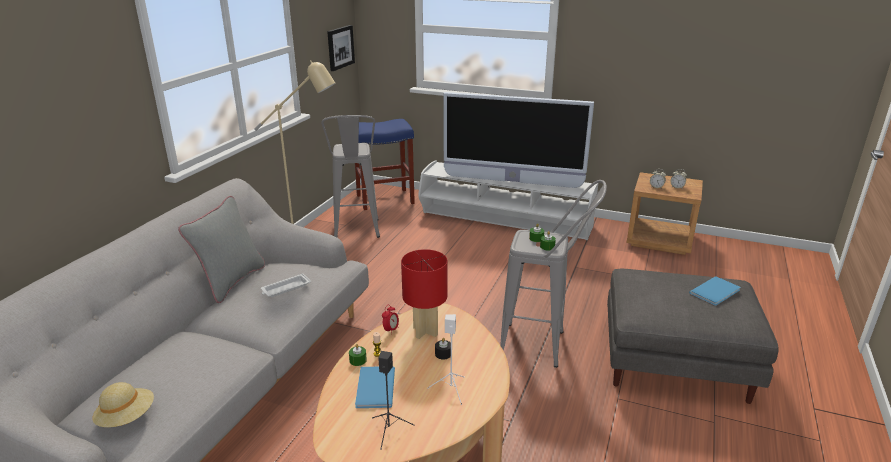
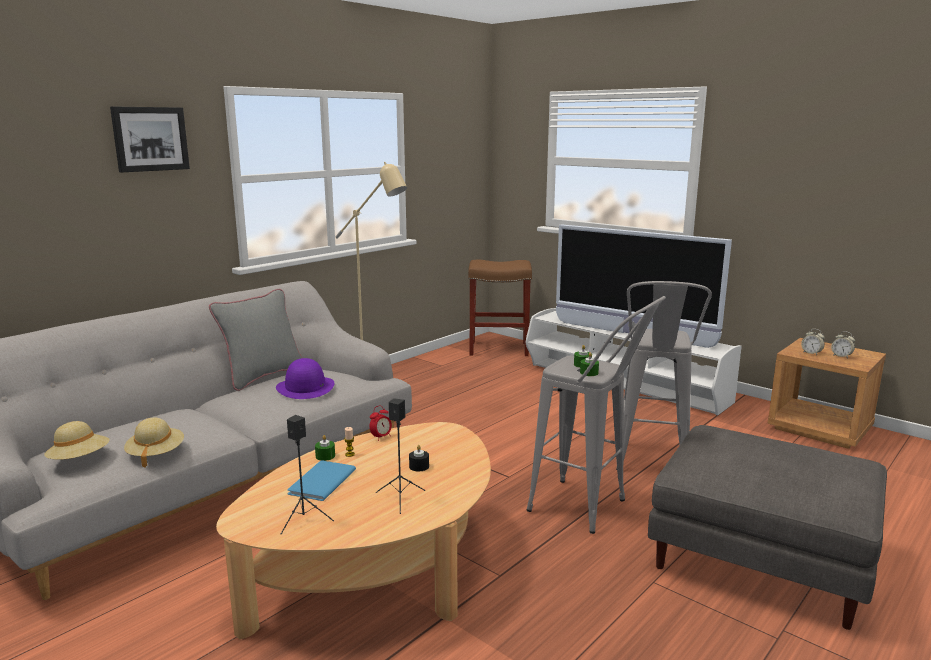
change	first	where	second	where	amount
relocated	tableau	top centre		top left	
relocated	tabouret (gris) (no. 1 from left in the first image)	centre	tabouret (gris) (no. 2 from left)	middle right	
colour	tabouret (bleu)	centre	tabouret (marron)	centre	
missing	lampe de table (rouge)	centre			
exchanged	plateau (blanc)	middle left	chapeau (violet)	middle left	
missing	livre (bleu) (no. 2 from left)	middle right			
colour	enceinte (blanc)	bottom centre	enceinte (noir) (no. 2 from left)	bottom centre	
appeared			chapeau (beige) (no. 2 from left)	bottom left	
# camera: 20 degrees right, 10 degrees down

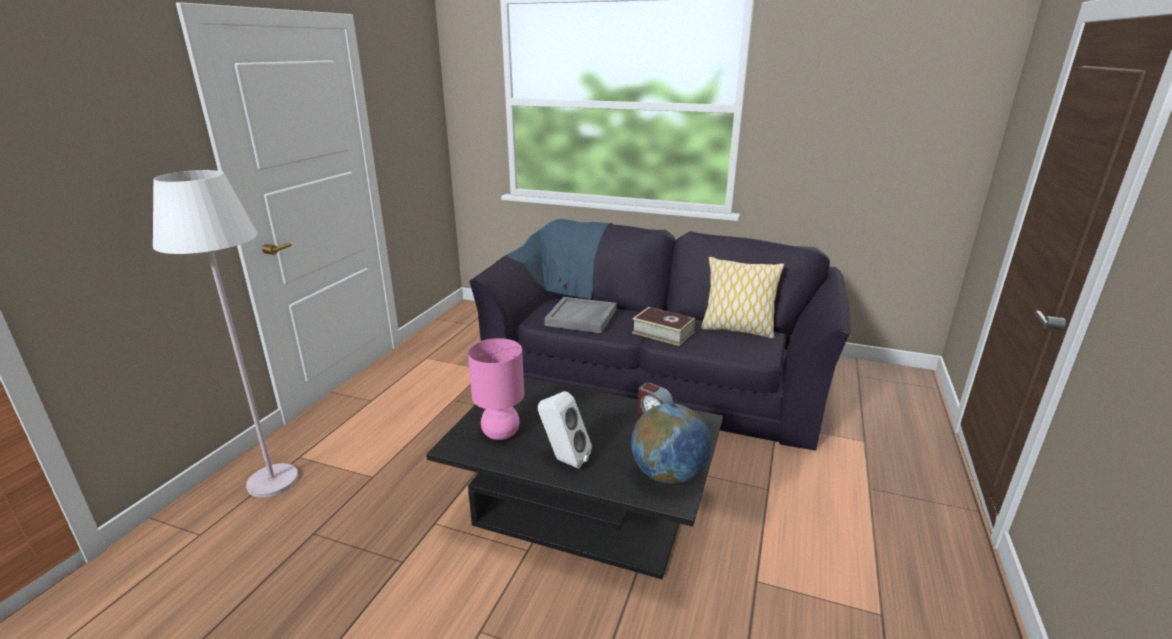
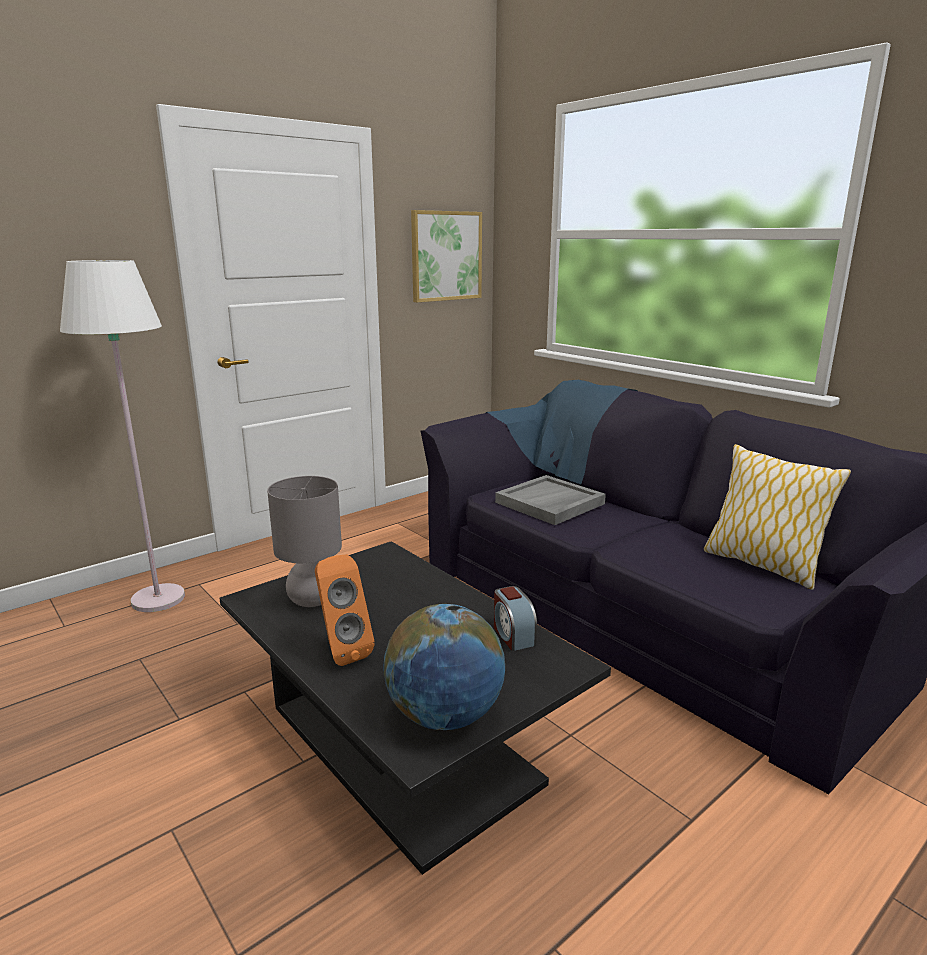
change	first	where	second	where	amount
missing	livre	centre			
colour	lampe de table (rose)	centre	lampe de table (gris)	middle left	
colour	enceinte (blanc)	bottom centre	enceinte (orange)	centre	
appeared			tableau	top centre	
# camera: 30 degrees right, 5 degrees down

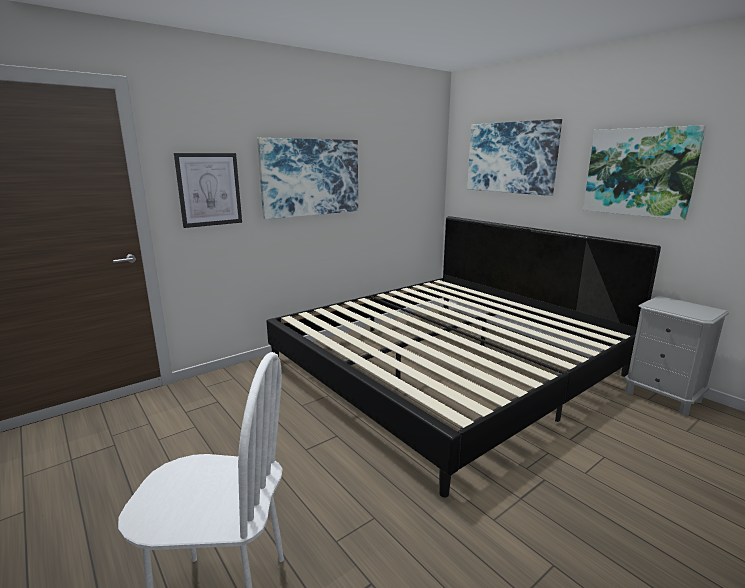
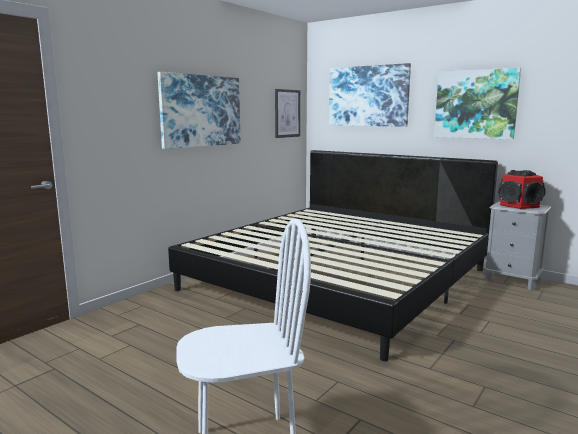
change	first	where	second	where	amount
relocated	tableau (no. 1 from left in the first image)	top left	tableau (no. 2 from left)	top centre	
appeared			enceinte	middle right	
# camera: 15 degrees left, 5 degrees down

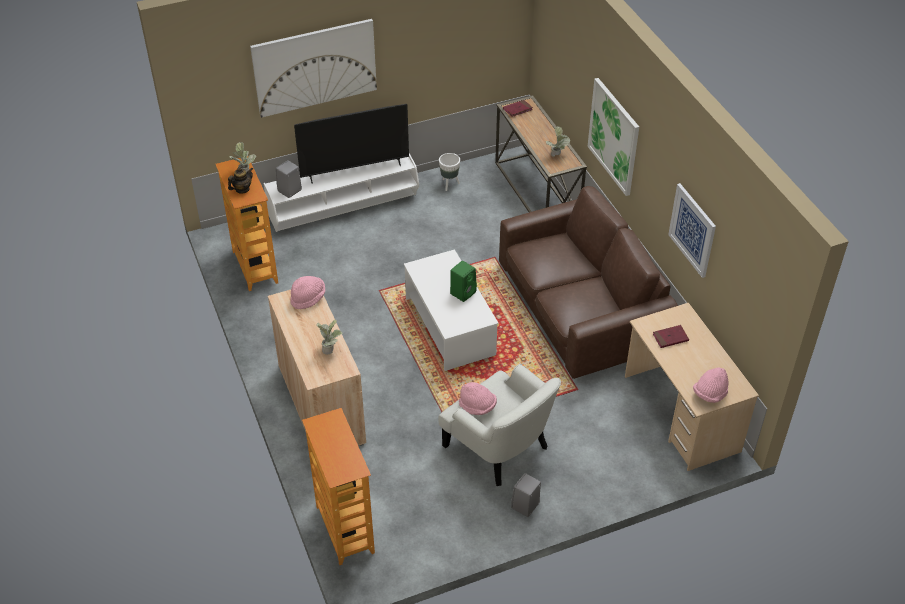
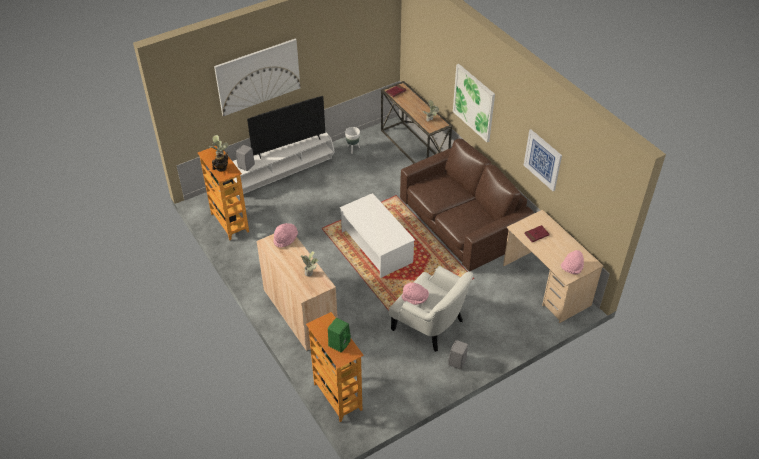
change	first	where	second	where	amount
relocated	enceinte (vert)	centre		bottom centre	
# camera: 10 degrees left, 0 degrees up

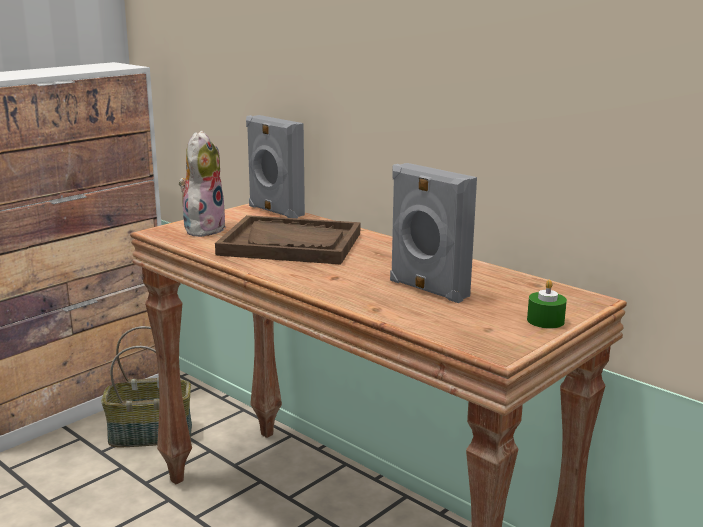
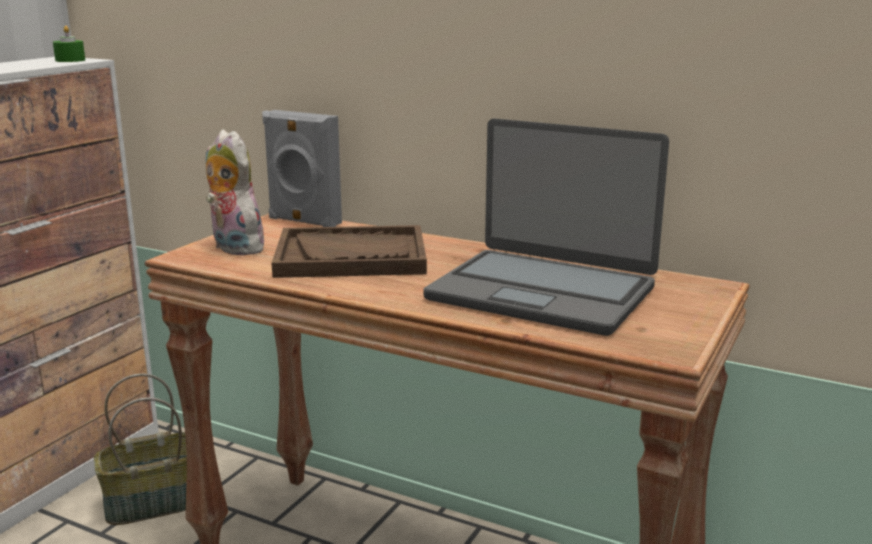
change	first	where	second	where	amount
spun	peluche	middle left		middle left	45 degrees counterclockwise
exchanged	enceinte (gris) (no. 2 from left)	centre	ordinateur portable	centre	
relocated	bougie (vert)	middle right		top left	
# camera: 15 degrees left, 0 degrees up

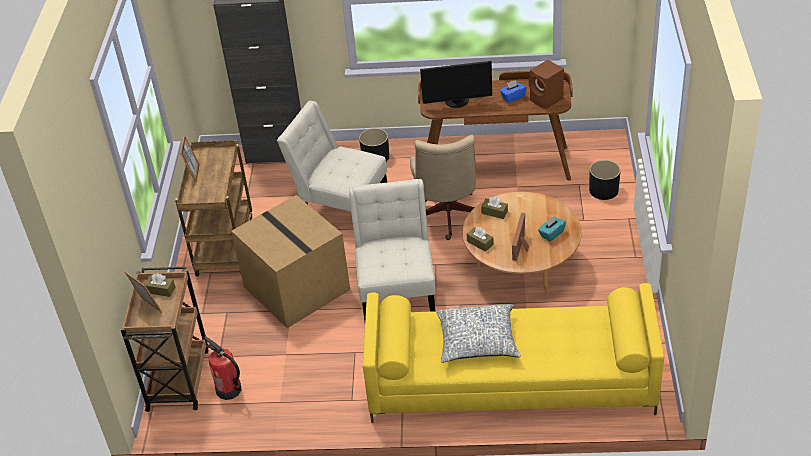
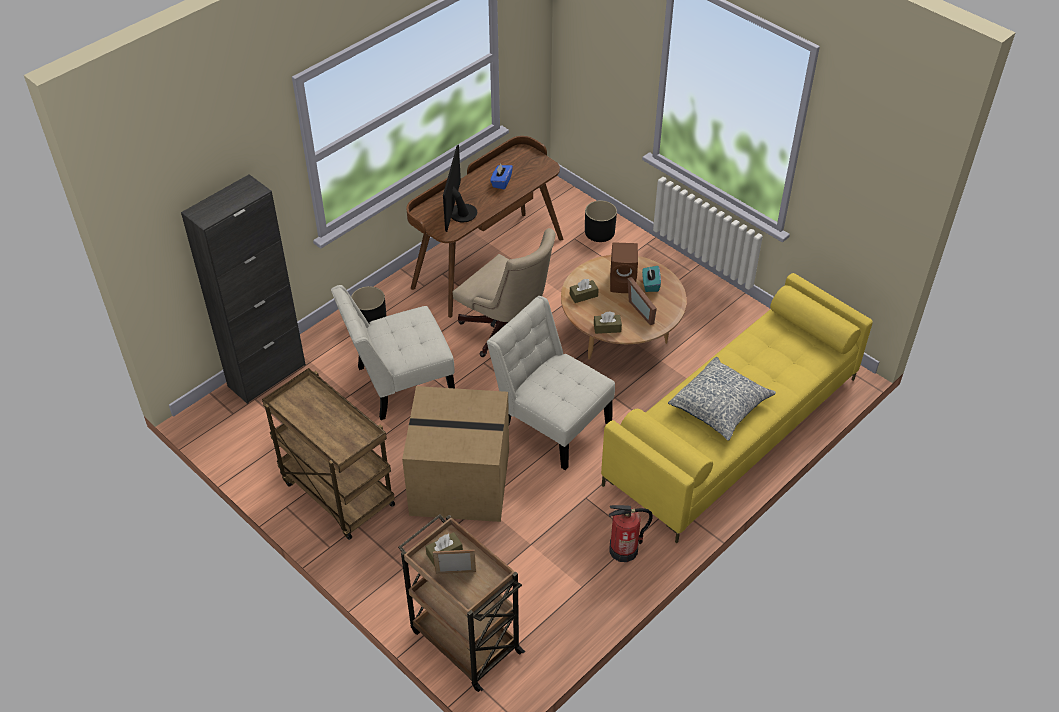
change	first	where	second	where	amount
relocated	enceinte (marron)	top right		centre	
spun	écran d'ordinateur	top centre		top centre	150 degrees clockwise
missing	cadre photo (no. 2 from left)	middle left			
relocated	extincteur	bottom left		bottom centre	
# camera: 50 degrees left, 5 degrees up

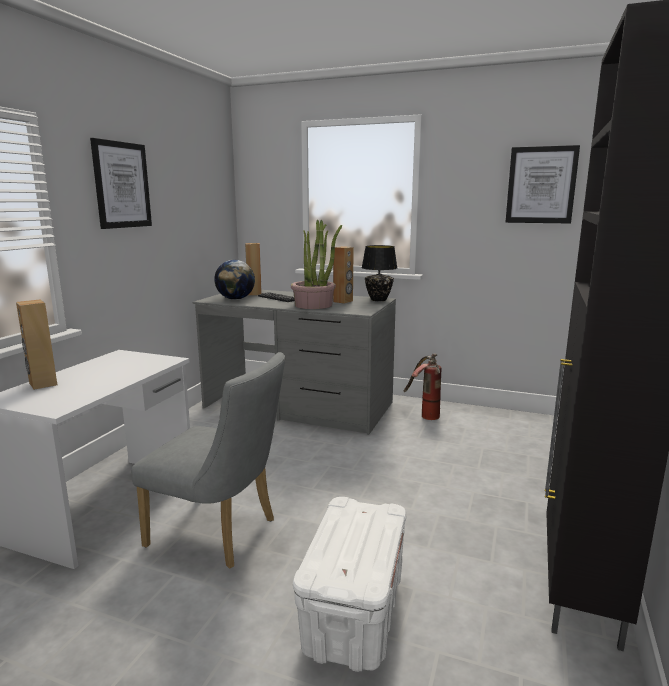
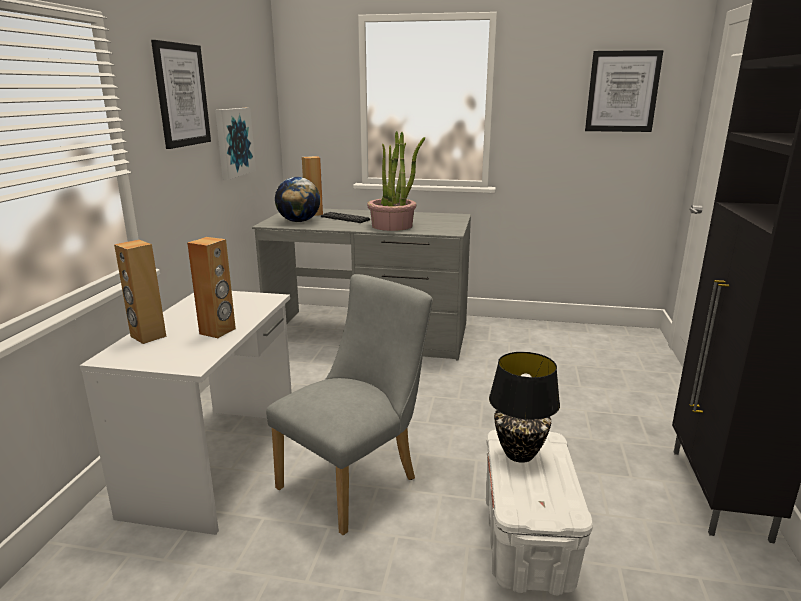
change	first	where	second	where	amount
relocated	lampe de table (noir)	centre		bottom centre	
relocated	enceinte (marron) (no. 3 from left in the first image)	centre	enceinte (marron) (no. 2 from left)	middle left	
spun	chaise (gris)	bottom left		bottom centre	60 degrees counterclockwise
missing	extincteur	centre			
appeared			tableau (no. 2 from left)	top left	
# camera: 10 degrees left, 5 degrees up

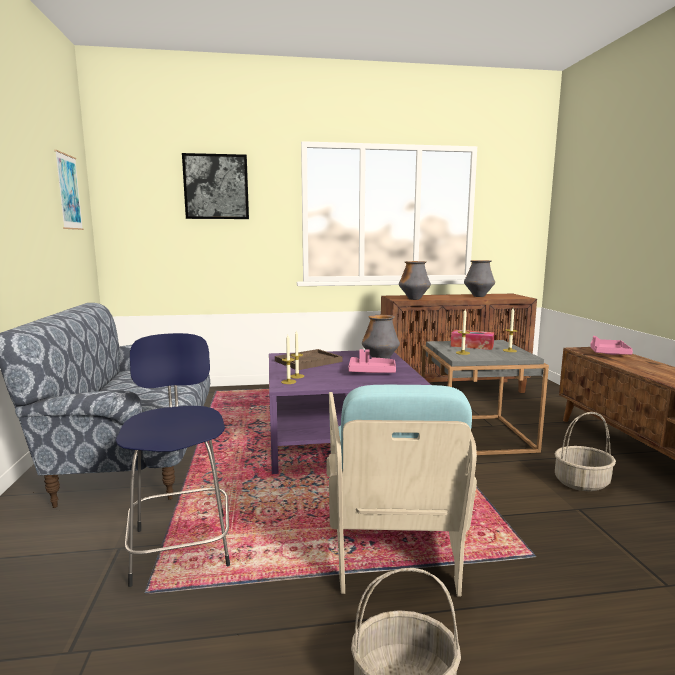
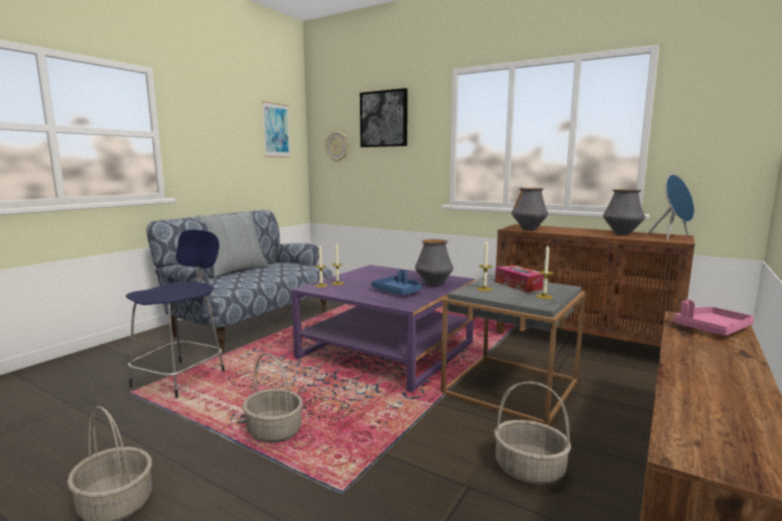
change	first	where	second	where	amount
missing	plateau (marron)	centre			
colour	plateau (rose) (no. 1 from left)	centre	plateau (bleu)	centre	
exchanged	fauteuil (turquoise)	bottom centre	panier (no. 2 from left)	bottom centre	
appeared			horloge murale	top centre	
appeared			enceinte (bleu)	middle right	
appeared			coussin	middle left	
# camera: 40 degrees right, 0 degrees up

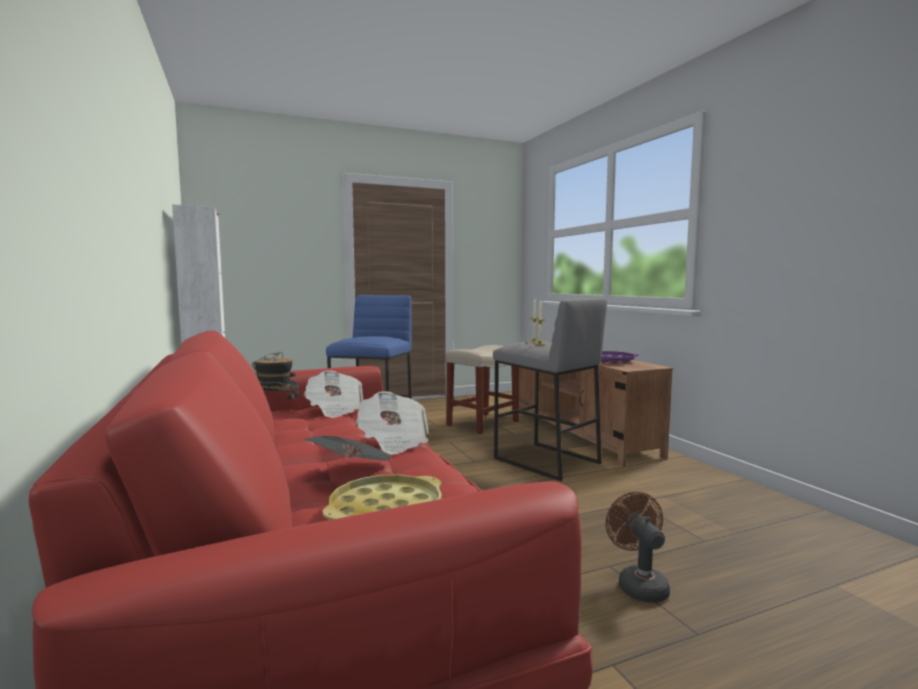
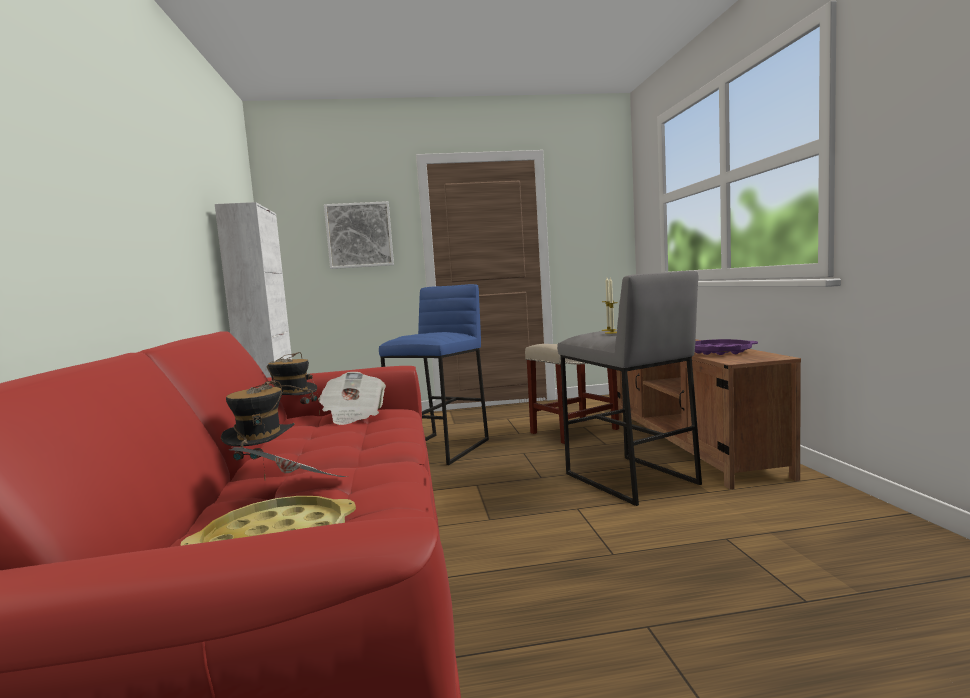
change	first	where	second	where	amount
missing	journal (no. 3 from left)	centre			
missing	ventilateur (marron)	bottom right			
appeared			tableau	centre	
appeared			chapeau (no. 1 from left)	middle left	
# camera: 15 degrees right, 0 degrees up

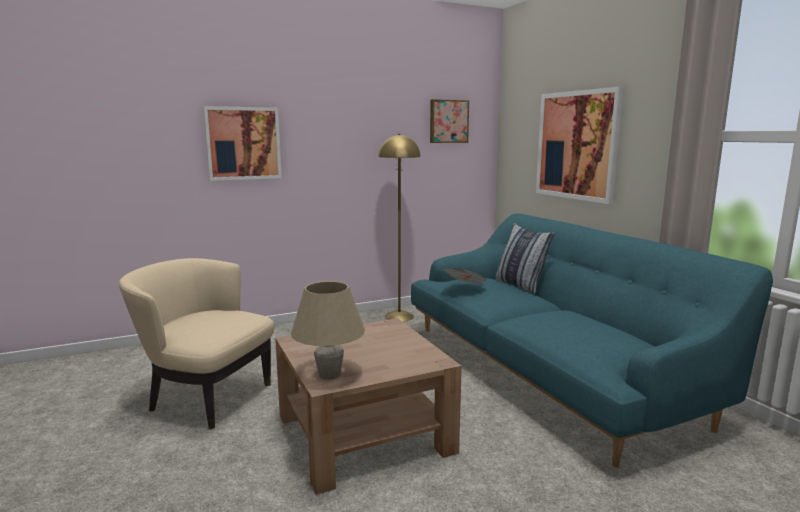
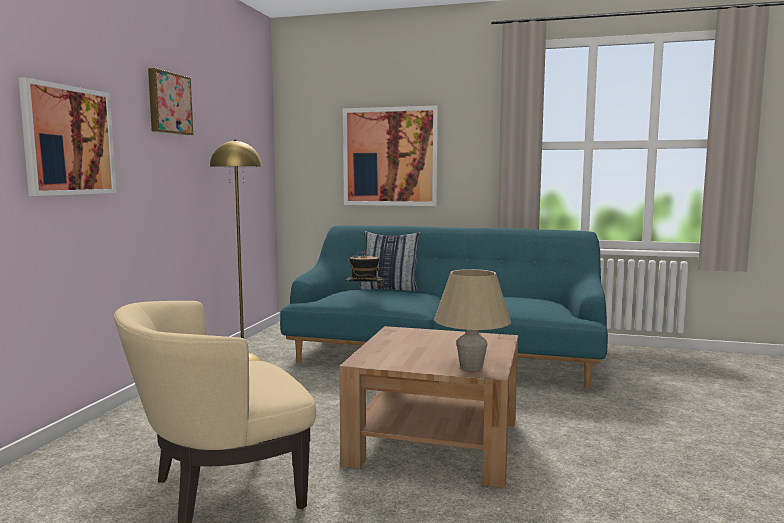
change	first	where	second	where	amount
relocated	tableau (no. 2 from left)	top centre		top left	
exchanged	journal	centre	chapeau	centre	
# camera: 50 degrees left, 5 degrees down

